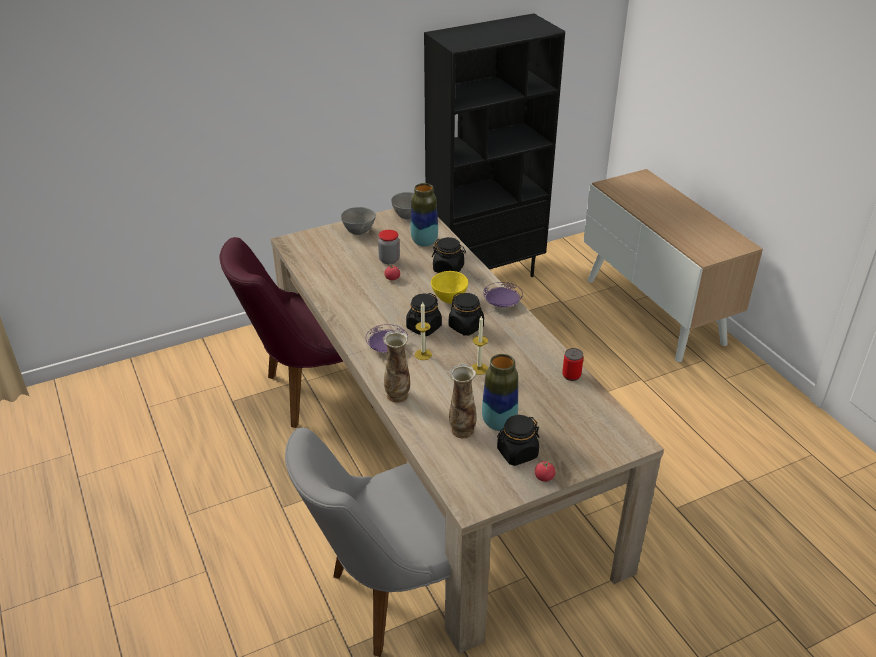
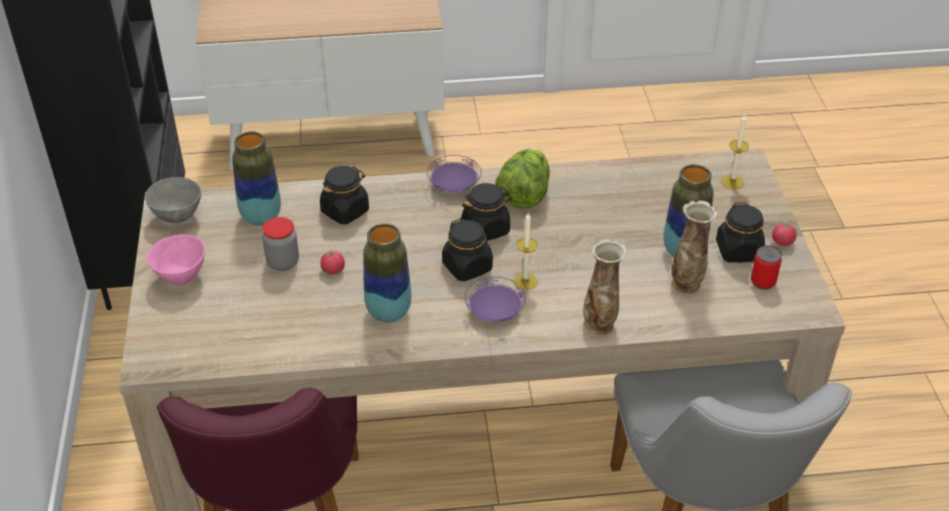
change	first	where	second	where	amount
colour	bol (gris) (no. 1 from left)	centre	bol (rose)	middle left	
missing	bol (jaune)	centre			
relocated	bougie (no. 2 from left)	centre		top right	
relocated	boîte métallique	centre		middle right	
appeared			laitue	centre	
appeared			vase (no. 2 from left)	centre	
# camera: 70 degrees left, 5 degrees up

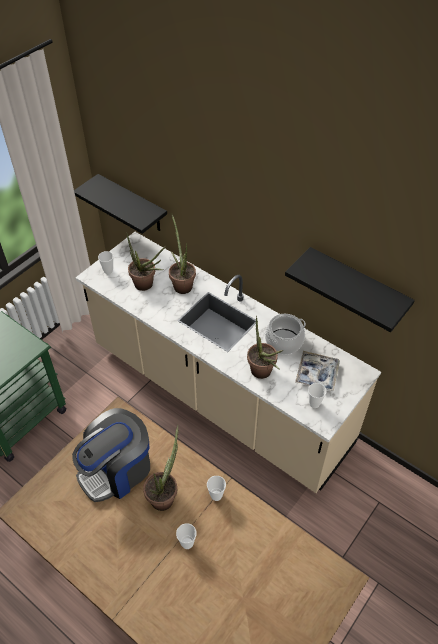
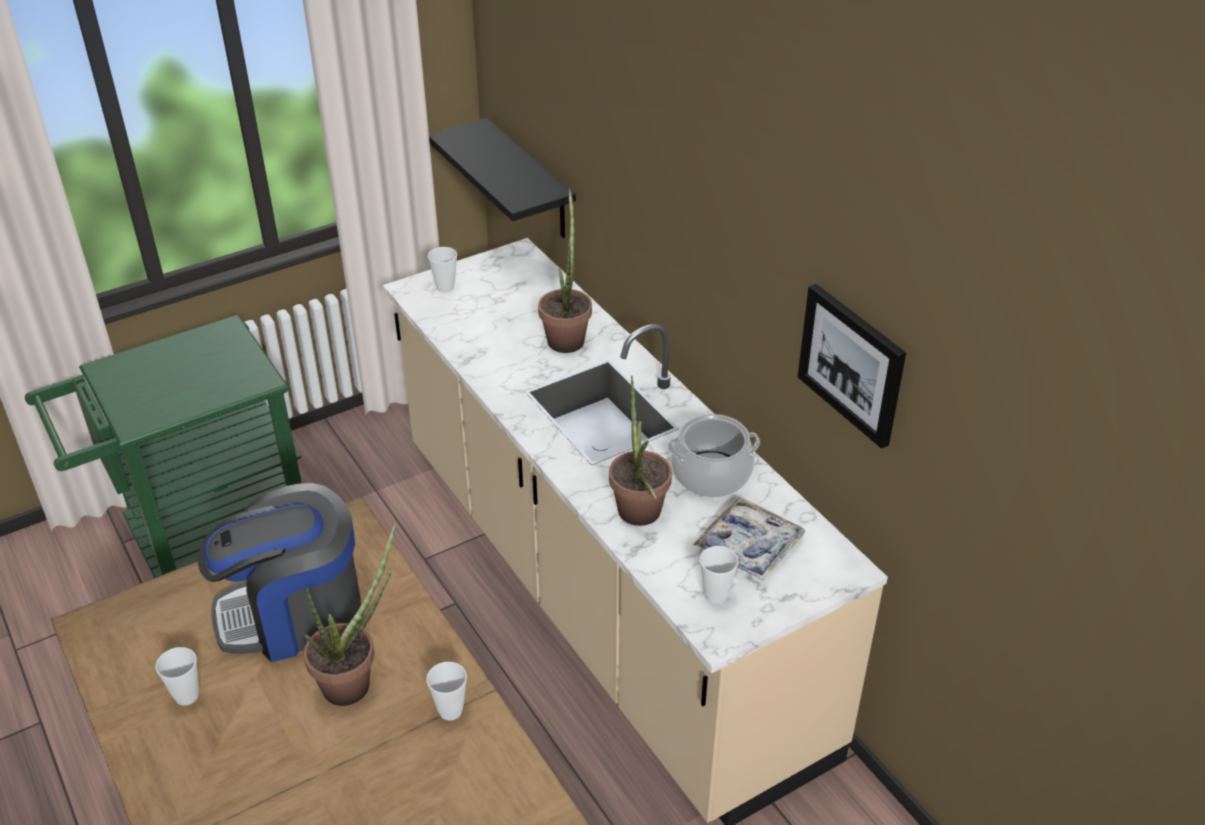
change	first	where	second	where	amount
missing	plante en pot (no. 1 from left)	centre			
exchanged	étagère (noir) (no. 2 from left)	middle right	tableau	middle right	
relocated	tasse (no. 2 from left in the first image)	bottom centre	tasse (no. 1 from left)	bottom left	
# camera: 20 degrees right, 10 degrees down

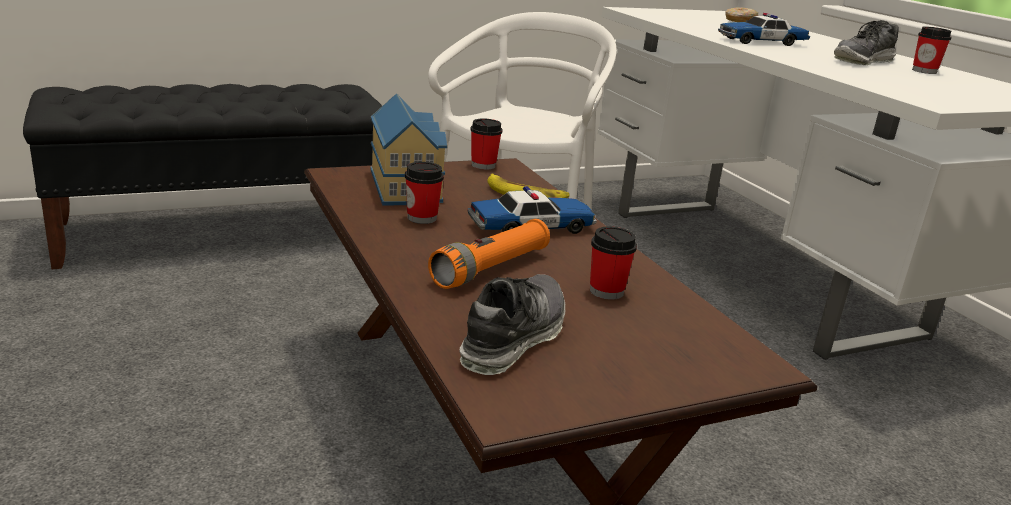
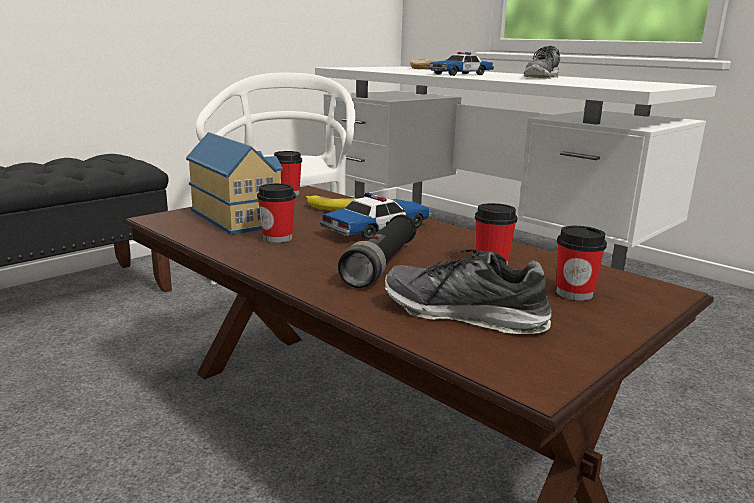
change	first	where	second	where	amount
relocated	tasse (no. 4 from left)	top right		middle right	
colour	lampe de poche (orange)	centre	lampe de poche (noir)	centre	
spun	chaussure (no. 1 from left)	centre		centre	75 degrees counterclockwise
# camera: 20 degrees left, 5 degrees down

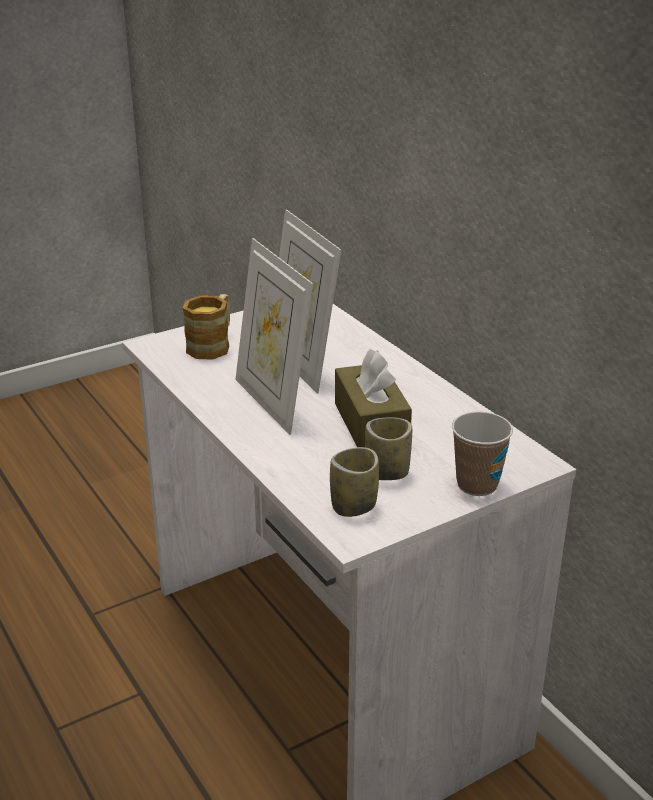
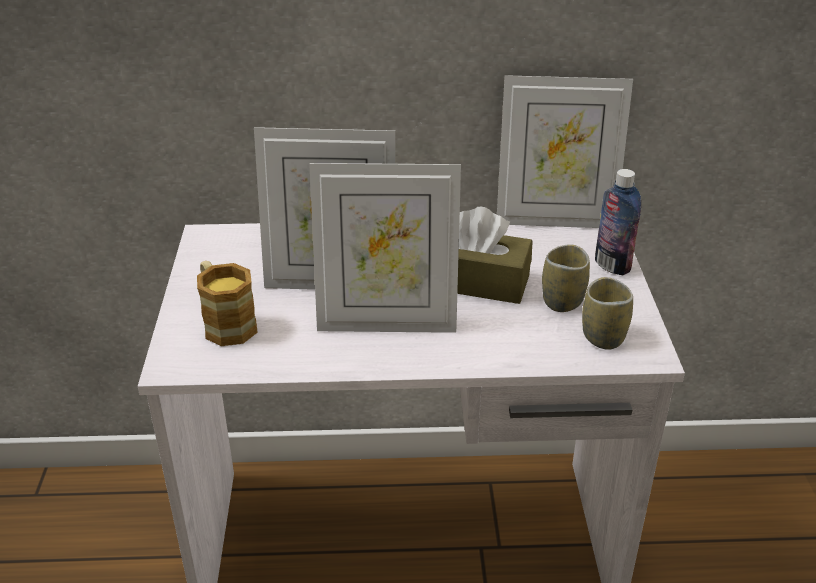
change	first	where	second	where	amount
exchanged	tasse (no. 3 from left)	middle right	bouteille	middle right	
appeared			cadre photo (no. 3 from left)	top right	
# camera: 60 degrees left, 5 degrees up

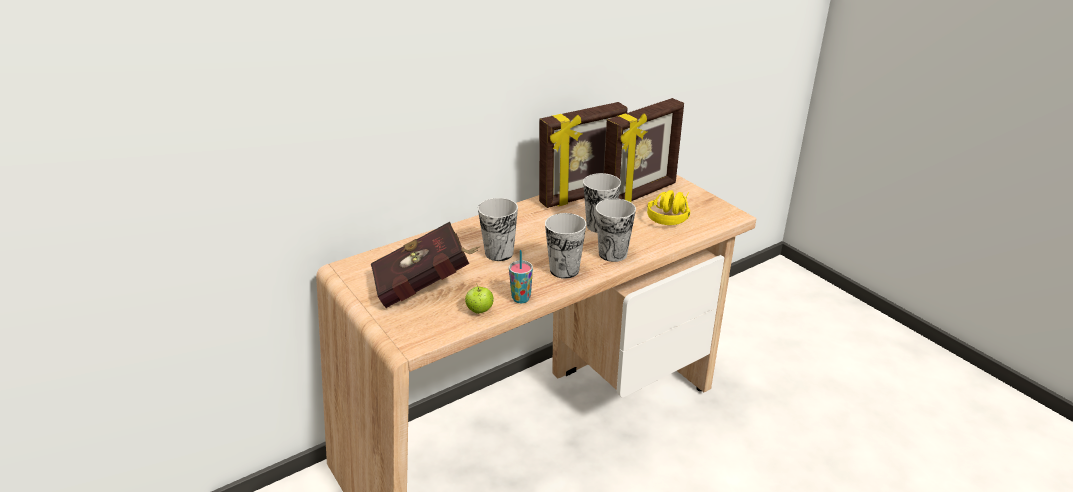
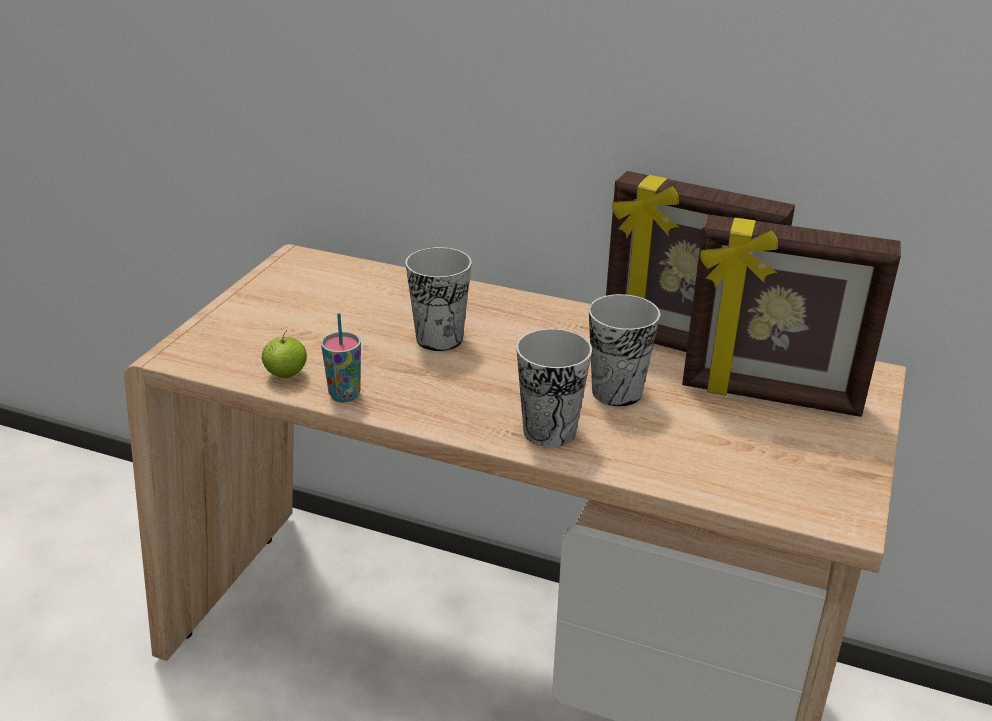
change	first	where	second	where	amount
missing	casque audio (jaune)	centre			
missing	tasse (no. 3 from left)	centre			
missing	livre (rouge)	centre			
# camera: 55 degrees right, 0 degrees up

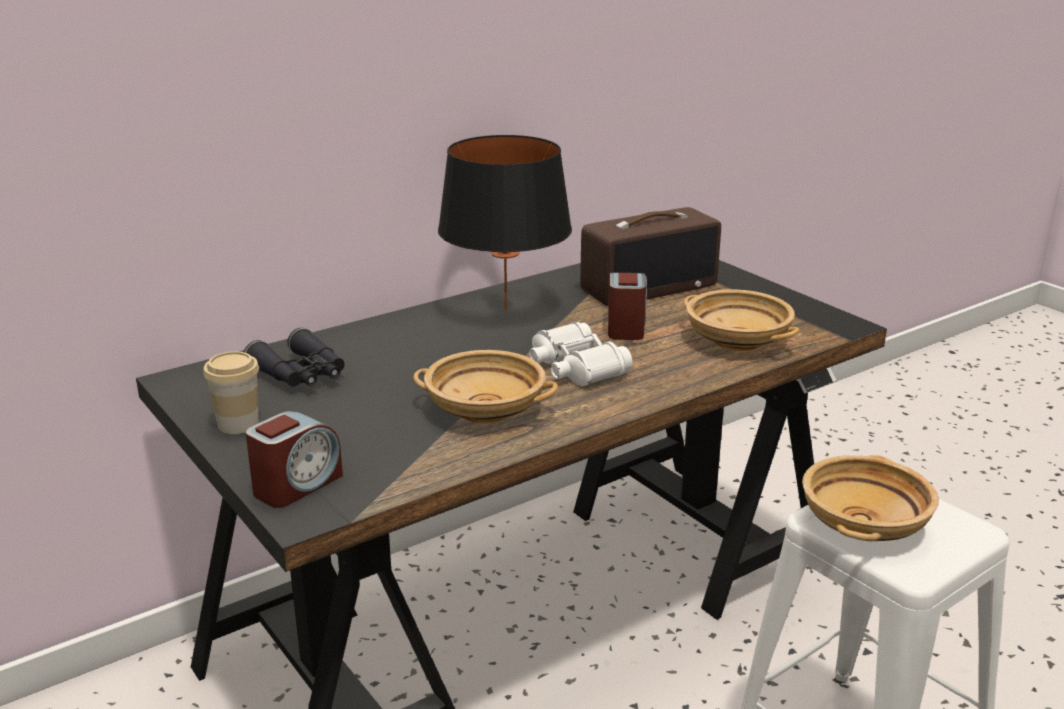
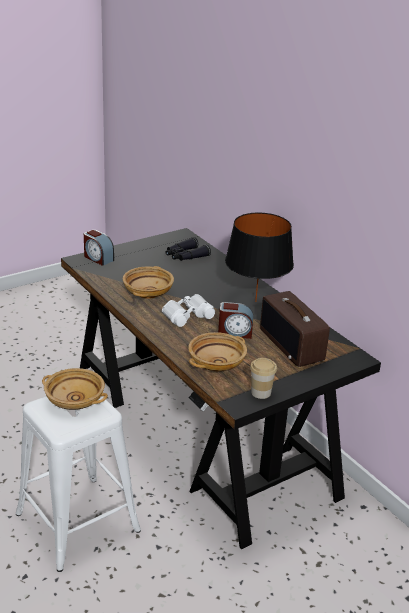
change	first	where	second	where	amount
relocated	tasse	middle left		centre	
# camera: 90 degrees right, 5 degrees up

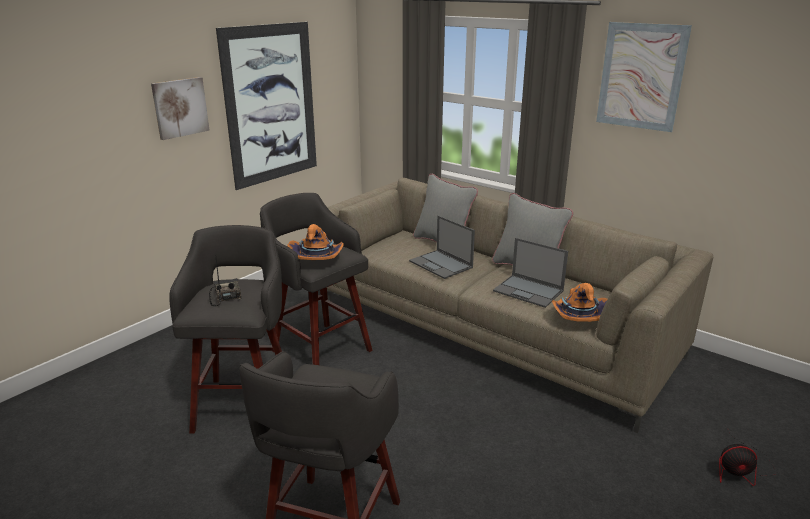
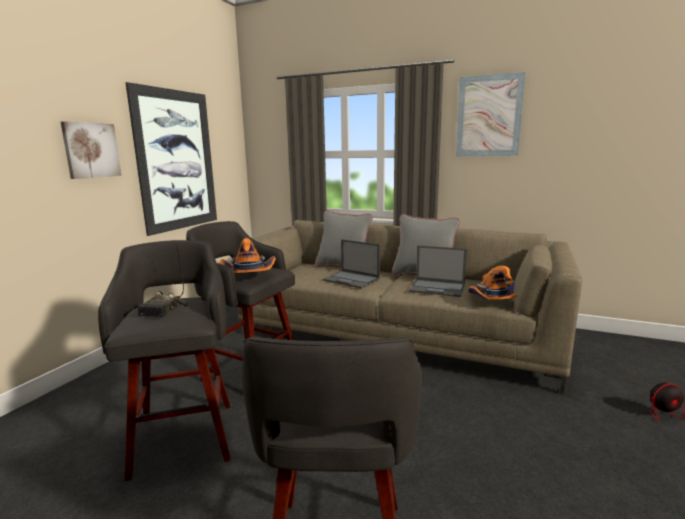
change	first	where	second	where	amount
spun	radio	middle left		middle left	135 degrees counterclockwise
# camera: 15 degrees left, 10 degrees down

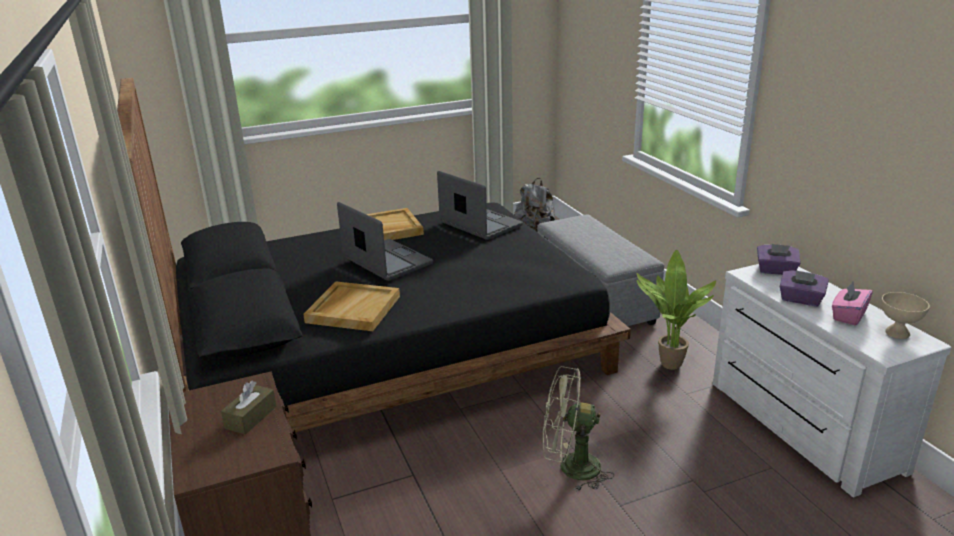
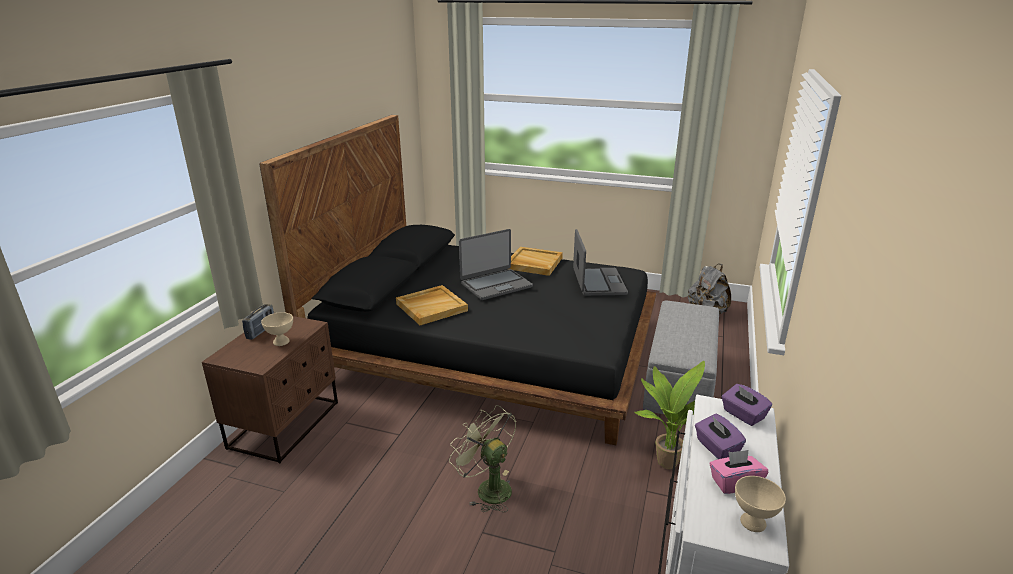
change	first	where	second	where	amount
spun	ordinateur portable (no. 1 from left)	centre		centre	60 degrees clockwise
exchanged	boîte à mouchoirs (marron)	bottom left	bol (beige) (no. 1 from left)	middle left	
appeared			radio	middle left	
# camera: 40 degrees right, 0 degrees up

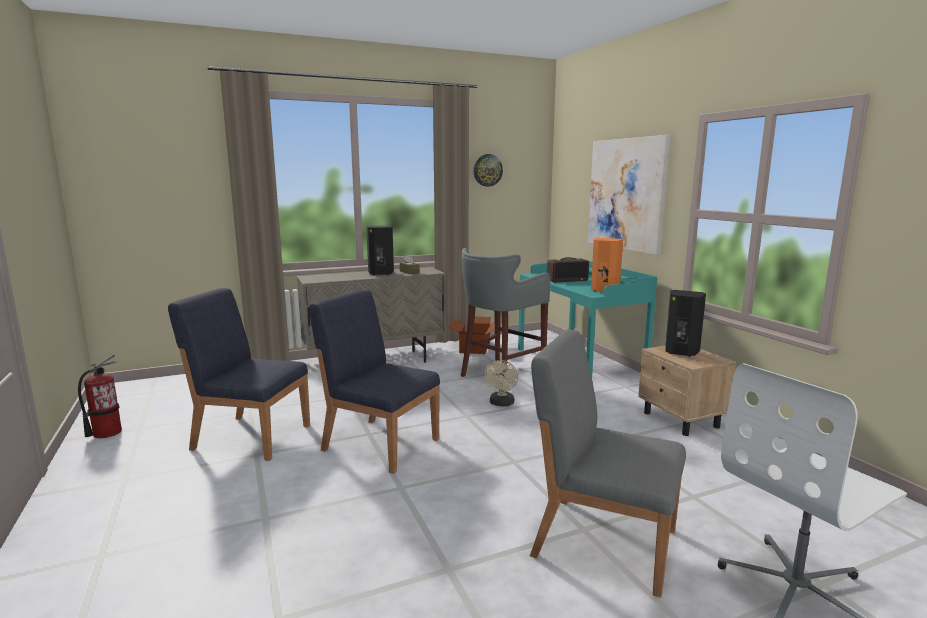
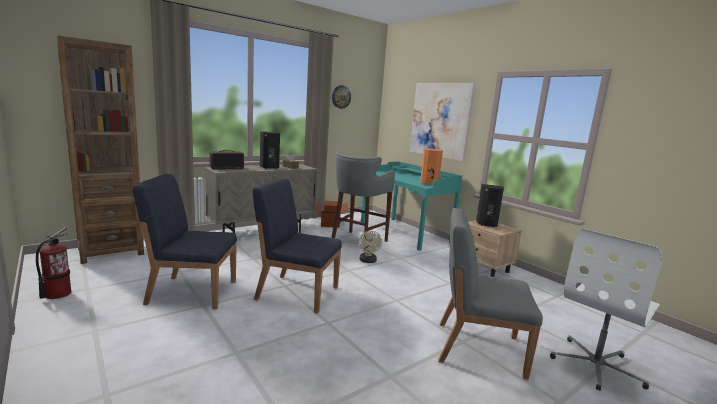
change	first	where	second	where	amount
relocated	radio	centre		middle left	
appeared			bibliothèque (marron)	middle left	
# camera: 15 degrees left, 0 degrees up

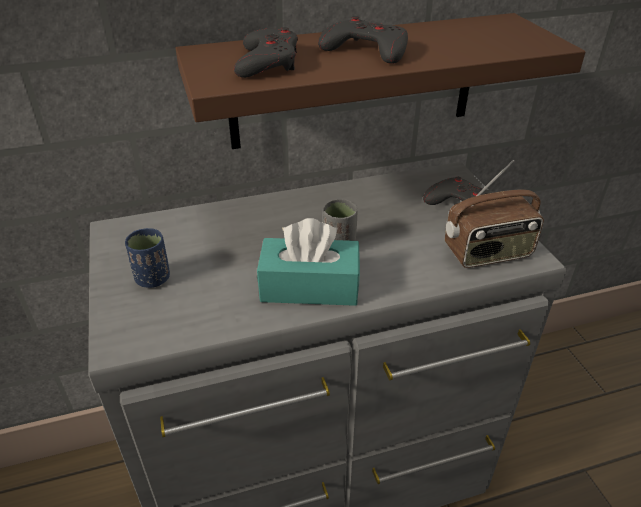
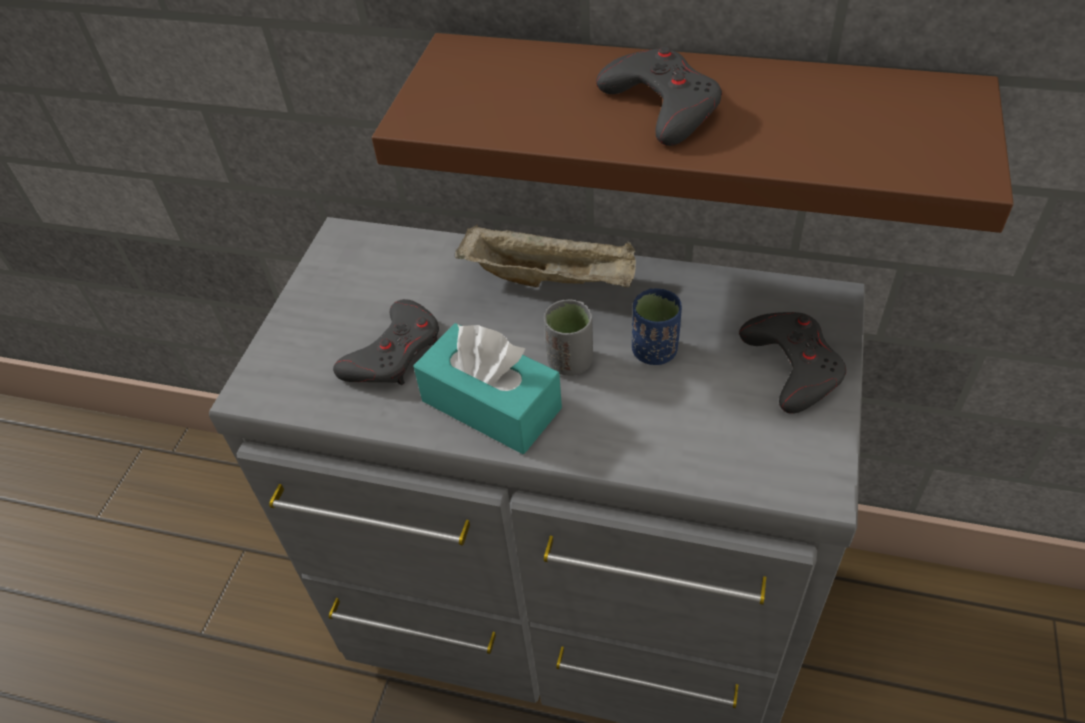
change	first	where	second	where	amount
relocated	manette (gris) (no. 1 from left)	top centre		centre	
missing	radio	middle right			
relocated	tasse (bleu)	middle left		centre	
appeared			plateau (beige)	centre	
# camera: 35 degrees right, 10 degrees up

